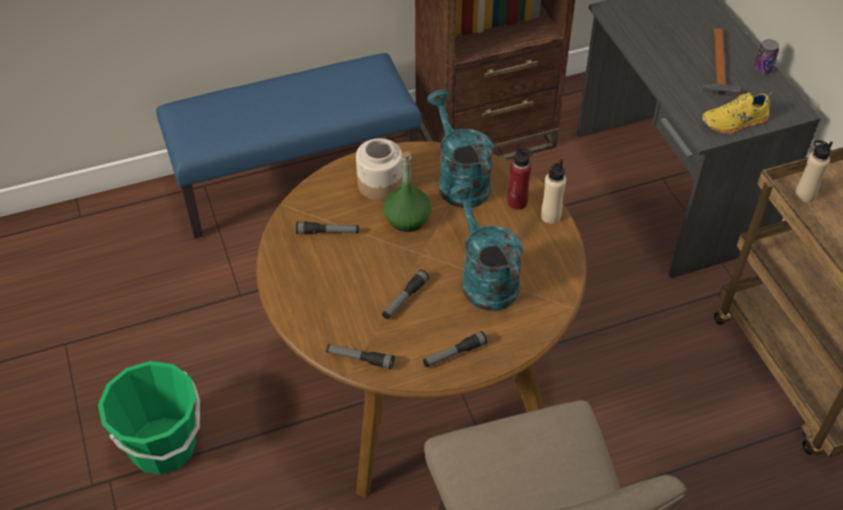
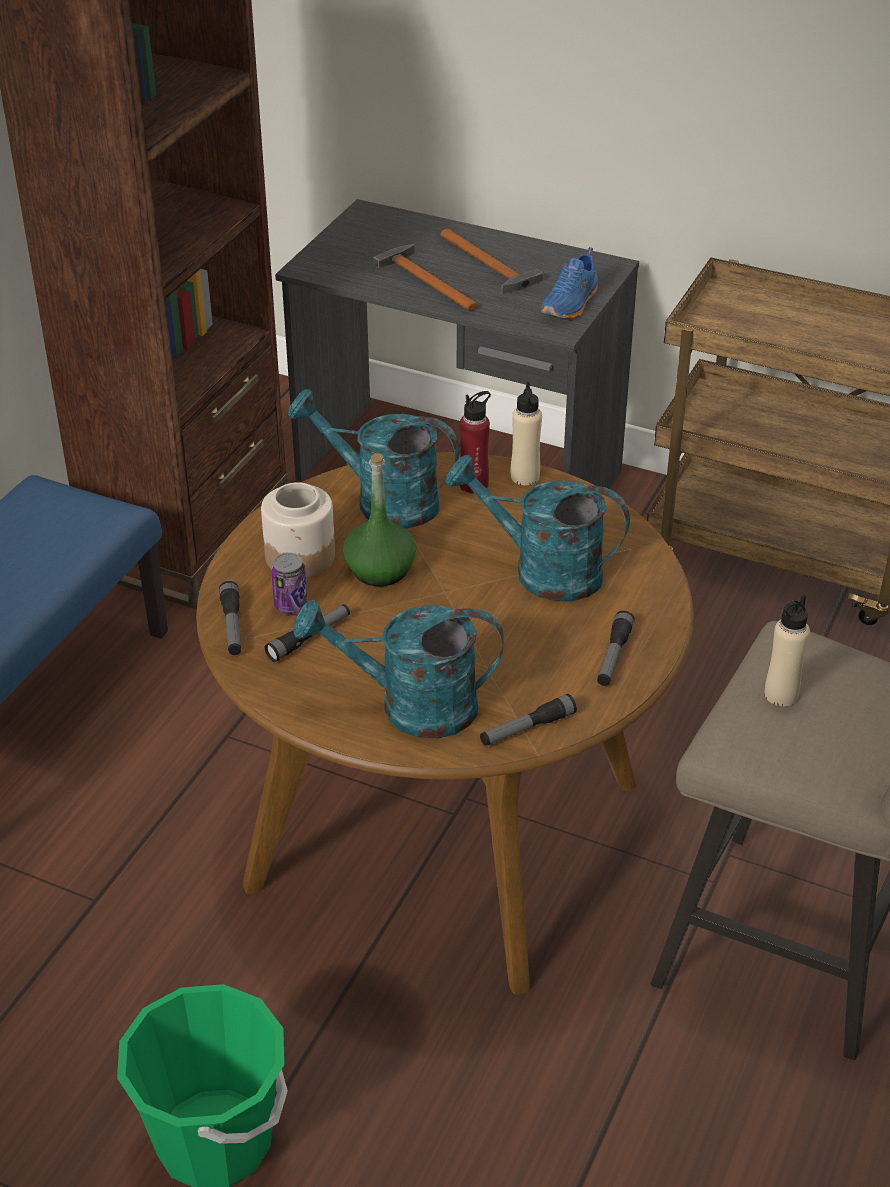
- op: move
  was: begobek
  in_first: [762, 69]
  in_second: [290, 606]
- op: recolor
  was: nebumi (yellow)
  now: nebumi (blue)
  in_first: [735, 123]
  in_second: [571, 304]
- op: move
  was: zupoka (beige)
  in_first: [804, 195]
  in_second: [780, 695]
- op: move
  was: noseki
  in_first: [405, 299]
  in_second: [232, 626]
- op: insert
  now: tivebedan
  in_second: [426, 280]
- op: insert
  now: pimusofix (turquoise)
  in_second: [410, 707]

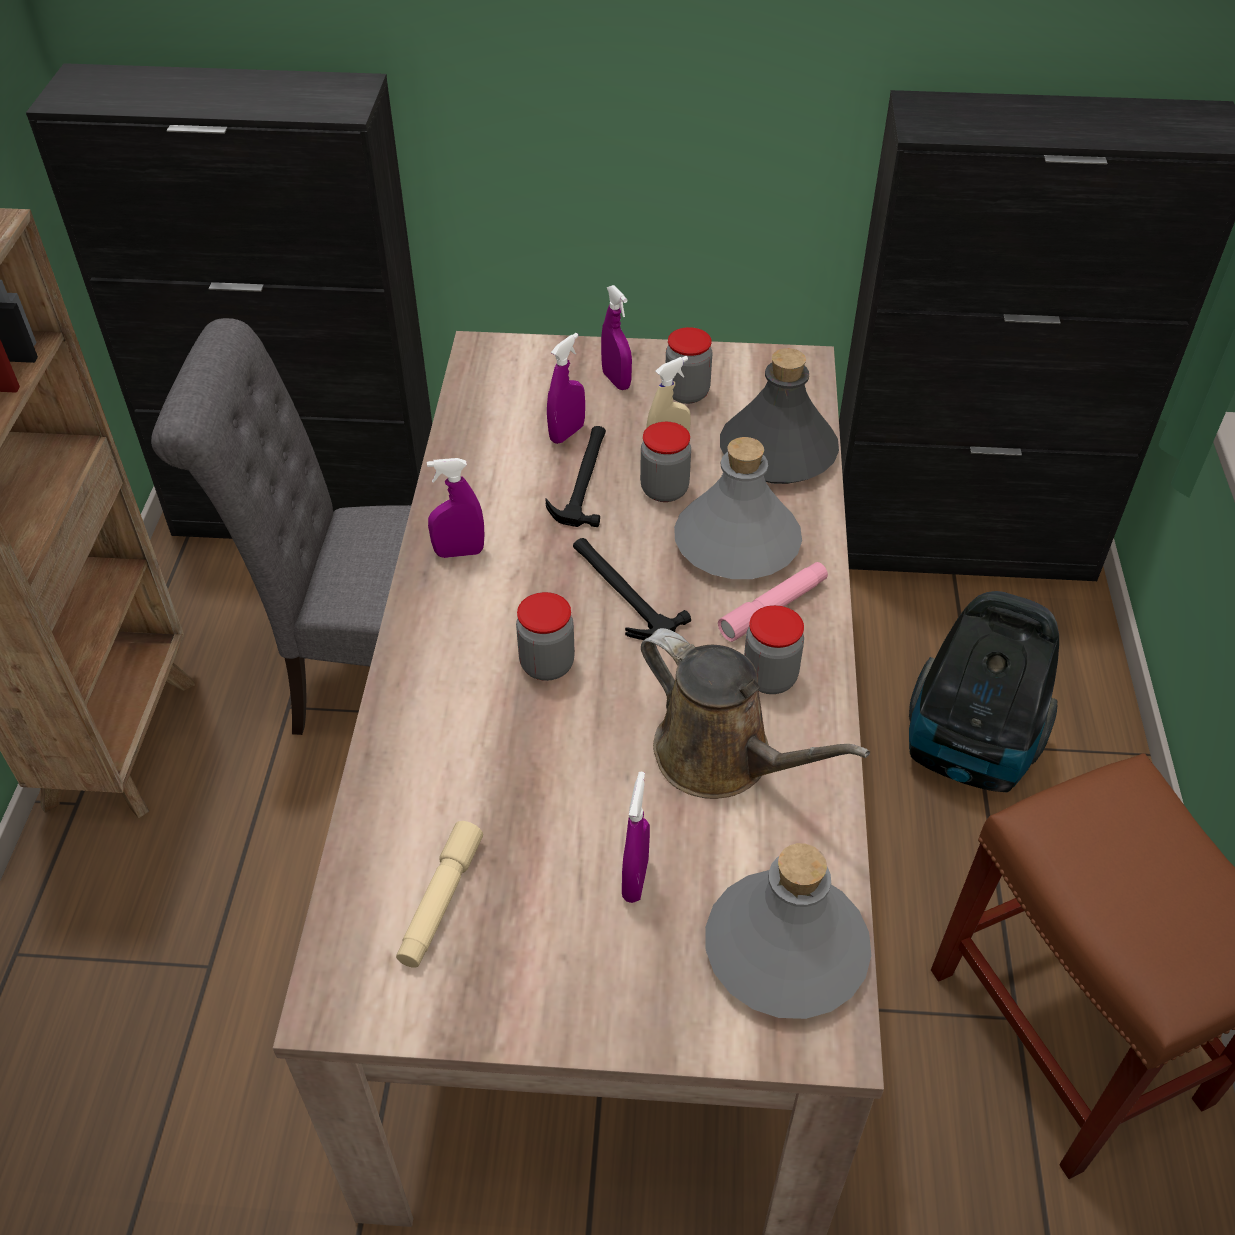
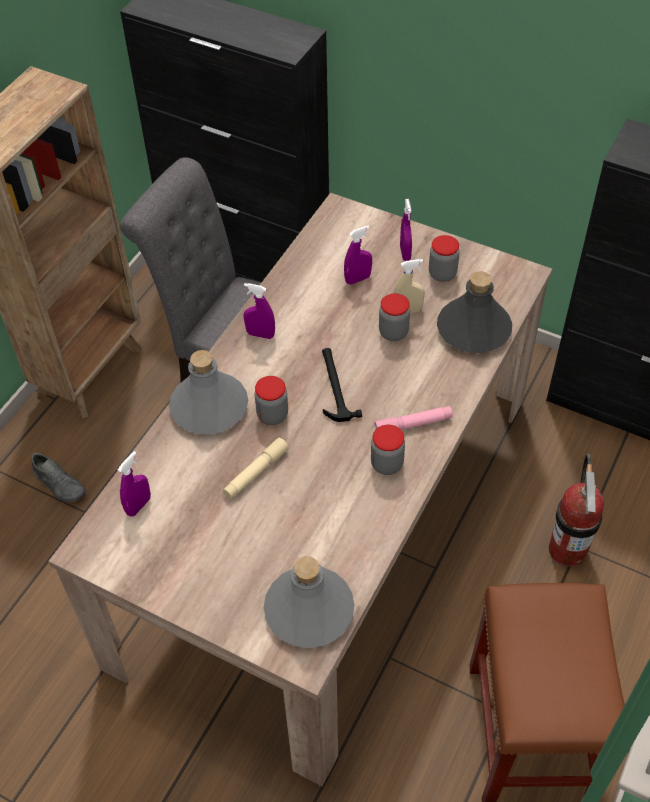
- op: delete
  was: tivebedan
  in_first: [584, 478]
- op: move
  was: zupoka (grey)
  in_first: [737, 544]
  in_second: [209, 408]
- op: replace
  was: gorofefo
  now: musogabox
  in_first: [968, 753]
  in_second: [568, 549]
- op: delete
  was: pimusofix (brown)
  in_first: [722, 758]
- op: move
  was: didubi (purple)
  in_first: [635, 879]
  in_second: [138, 505]
- op: move
  was: noseki (beige)
  in_first: [441, 901]
  in_second: [256, 472]
- op: insert
  now: nebumi (grey)
  in_second: [60, 484]

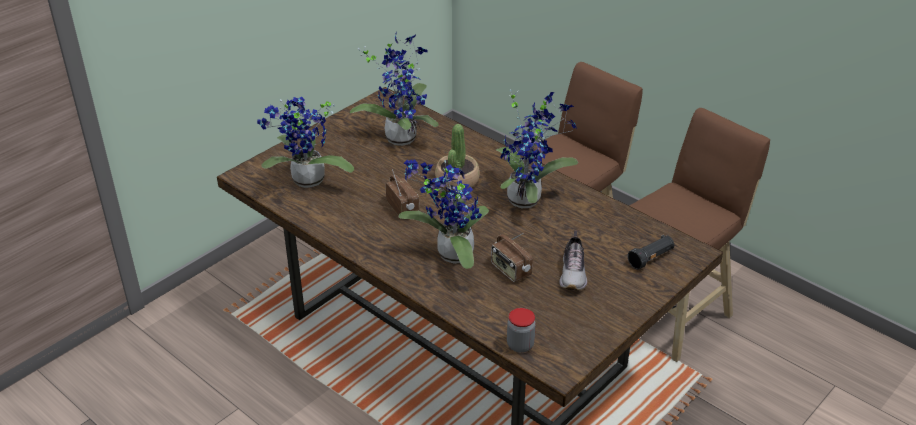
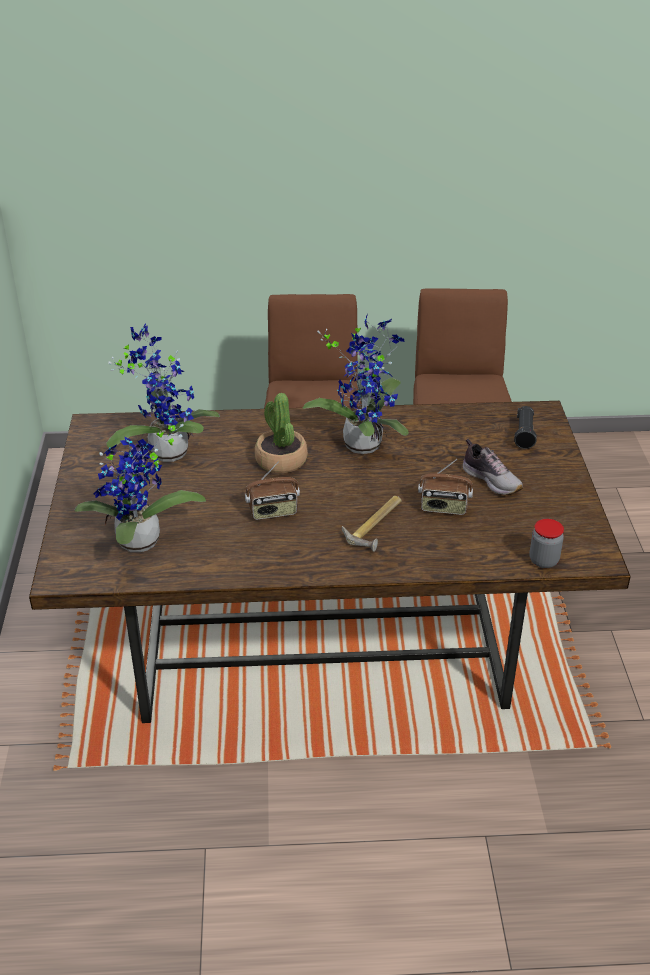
- op: replace
  was: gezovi
  now: tivebedan
  in_first: [450, 255]
  in_second: [377, 526]
- op: rotate
  was: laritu
  in_first: [403, 208]
  in_second: [273, 512]
  clockwise: 150

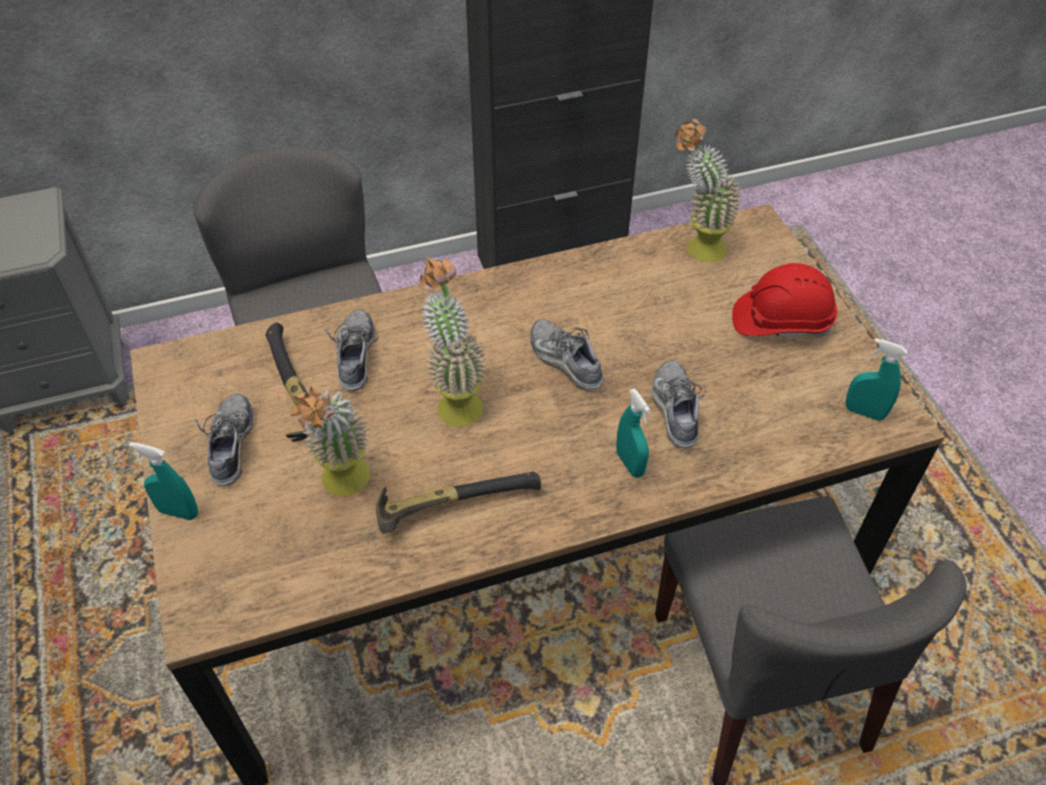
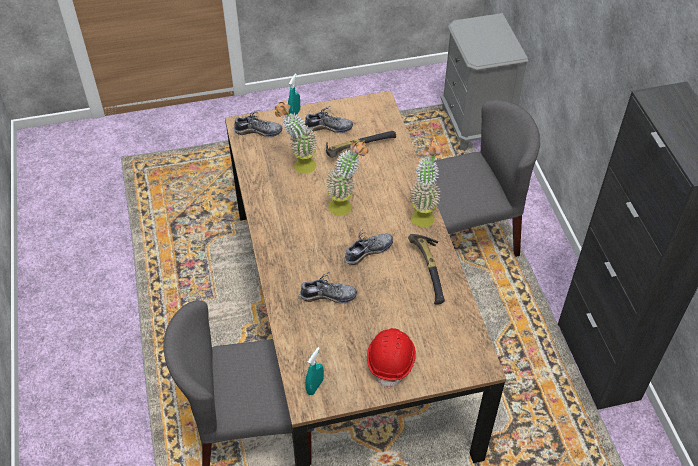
- op: move
  was: gezovi
  in_first: [696, 248]
  in_second: [423, 214]
- op: move
  was: nebumi
  in_first: [355, 356]
  in_second: [258, 131]
- op: delete
  was: didubi (turquoise)
  in_first: [630, 463]
- op: move
  was: tivebedan
  in_first: [451, 503]
  in_second: [431, 271]

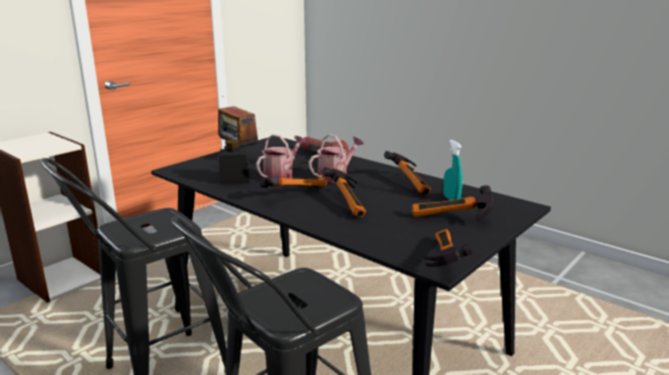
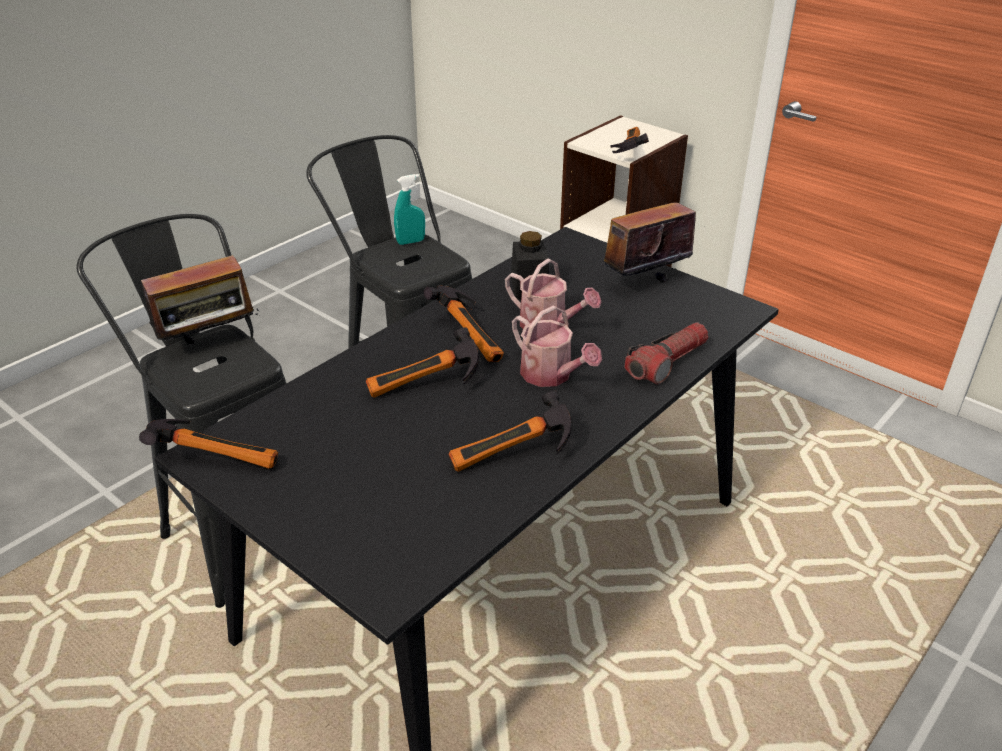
- op: move
  was: didubi (turquoise)
  in_first: [451, 199]
  in_second: [410, 242]
- op: move
  was: tivebedan
  in_first: [451, 220]
  in_second: [626, 151]
- op: insert
  now: laritu
  in_second: [209, 343]

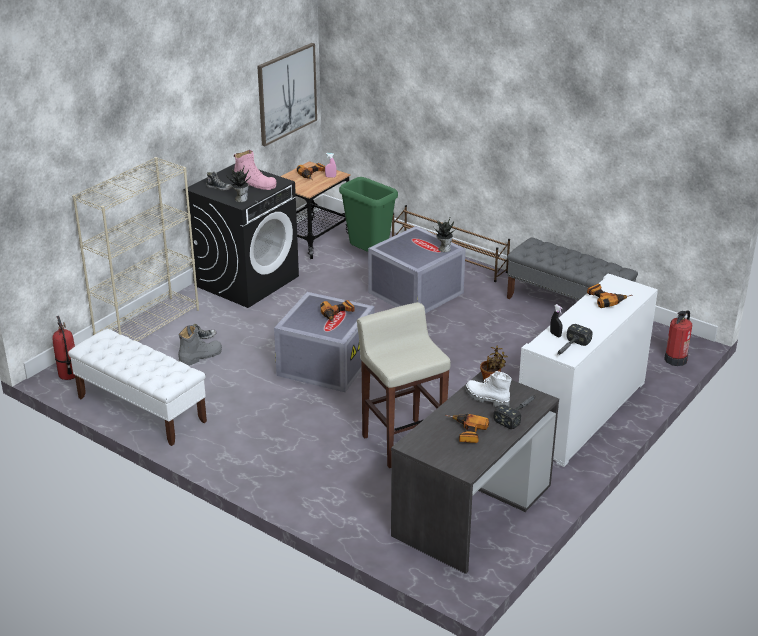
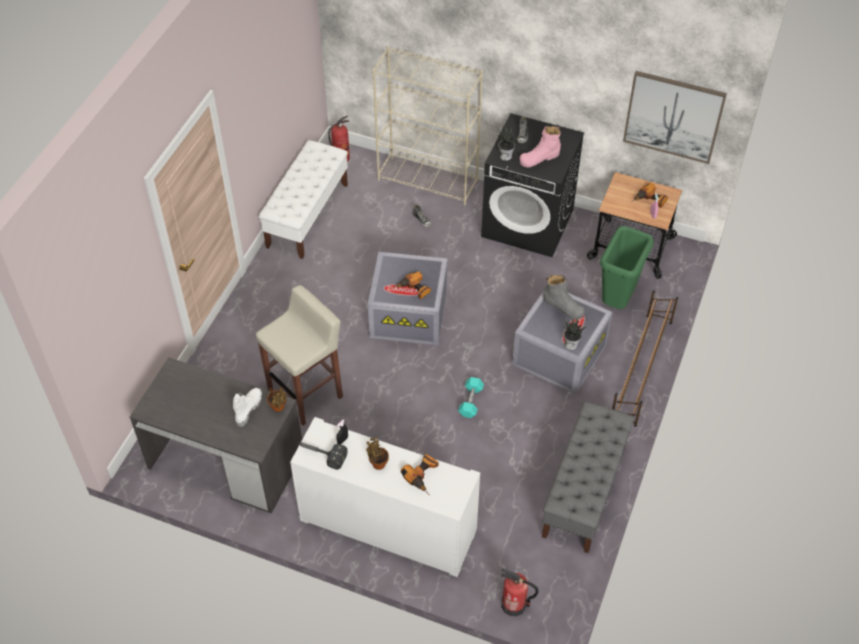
- op: rotate
  was: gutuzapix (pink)
  in_first: [255, 185]
  in_second: [539, 158]
  clockwise: 60
- op: move
  was: gutuzapix (grey)
  in_first: [200, 357]
  in_second: [563, 306]
- op: delete
  was: tivebedan
  in_first: [518, 413]
- op: delete
  was: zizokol
  in_first: [466, 432]
- op: insert
  now: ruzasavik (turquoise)
  in_second: [470, 401]
- op: insert
  now: gezovi
  in_second: [378, 463]

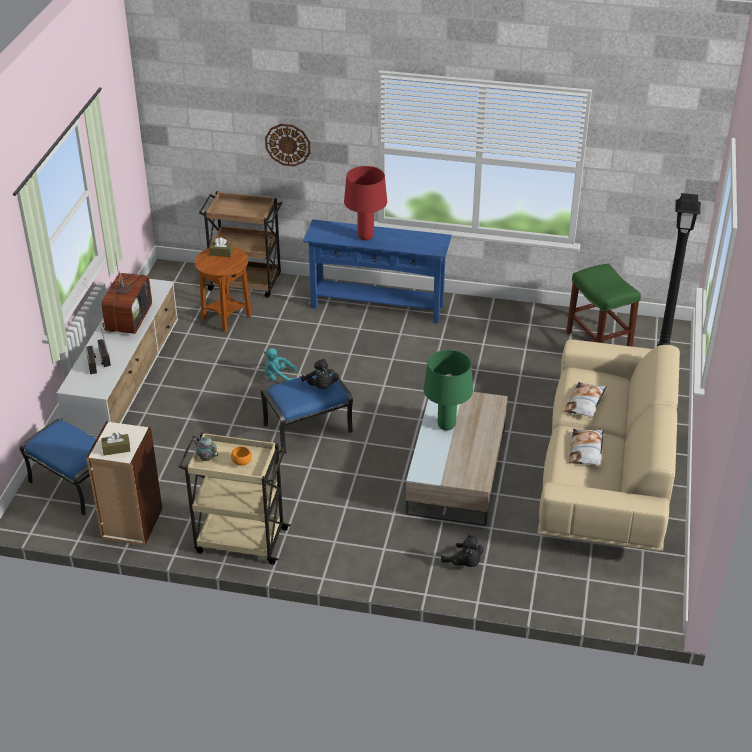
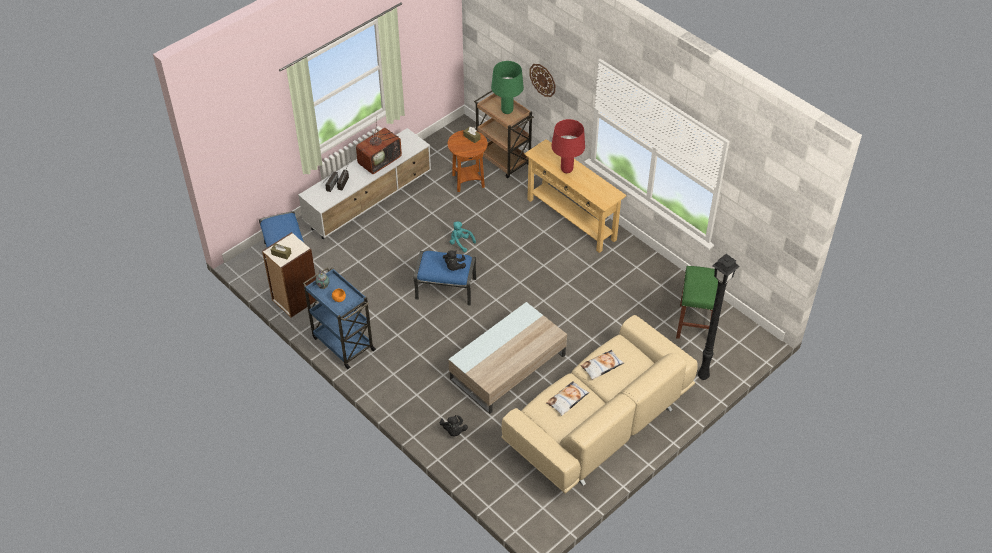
- op: recolor
  was: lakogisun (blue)
  now: lakogisun (beige)
  in_first: [377, 306]
  in_second: [571, 219]
- op: move
  was: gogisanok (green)
  in_first: [446, 426]
  in_second: [507, 111]
- op: recolor
  was: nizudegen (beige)
  now: nizudegen (blue)
  in_first: [239, 540]
  in_second: [342, 343]

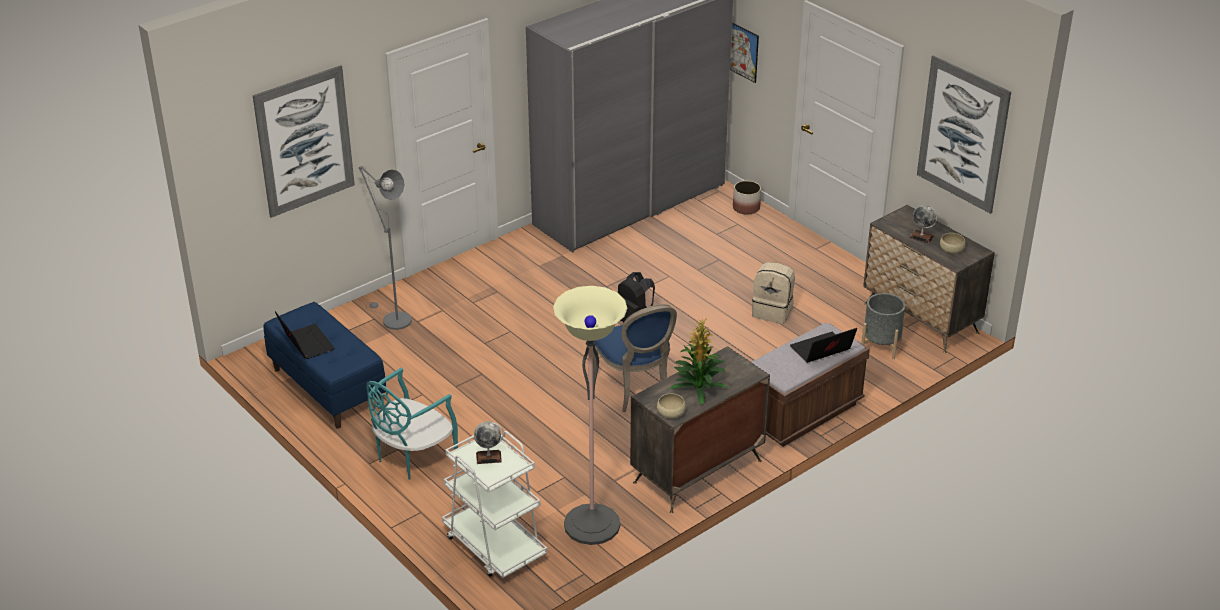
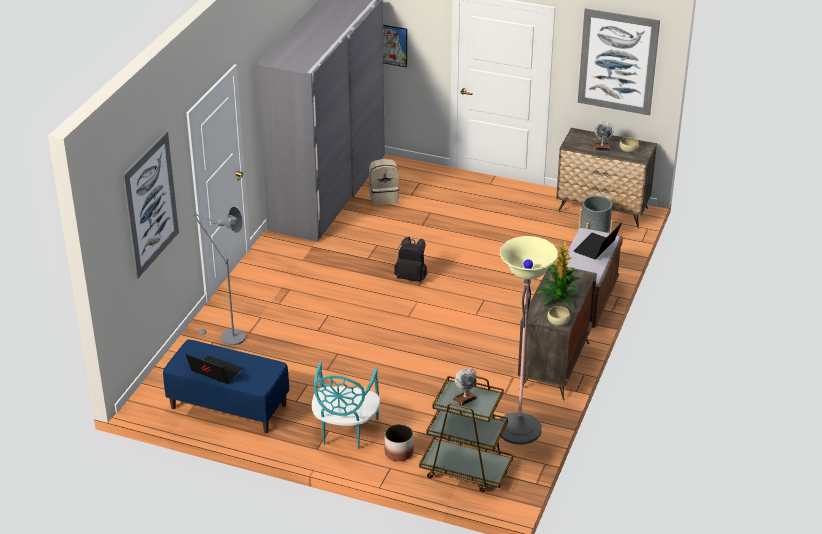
- op: move
  was: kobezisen
  in_first: [746, 208]
  in_second: [398, 452]
- op: move
  was: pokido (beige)
  in_first: [773, 311]
  in_second: [384, 197]
- op: delete
  was: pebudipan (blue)
  in_first: [636, 389]
- op: recolor
  was: nizudegen (white)
  now: nizudegen (brown)
  in_first: [494, 545]
  in_second: [465, 470]

